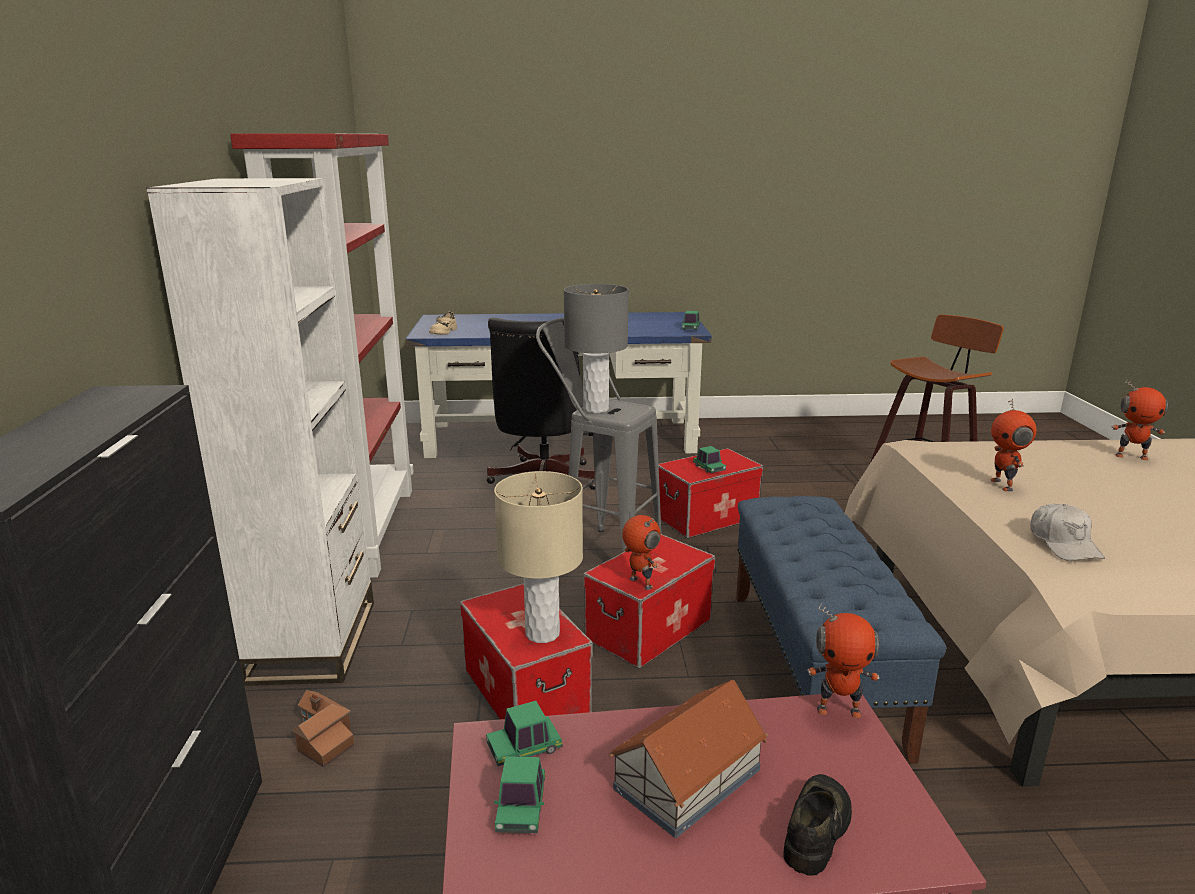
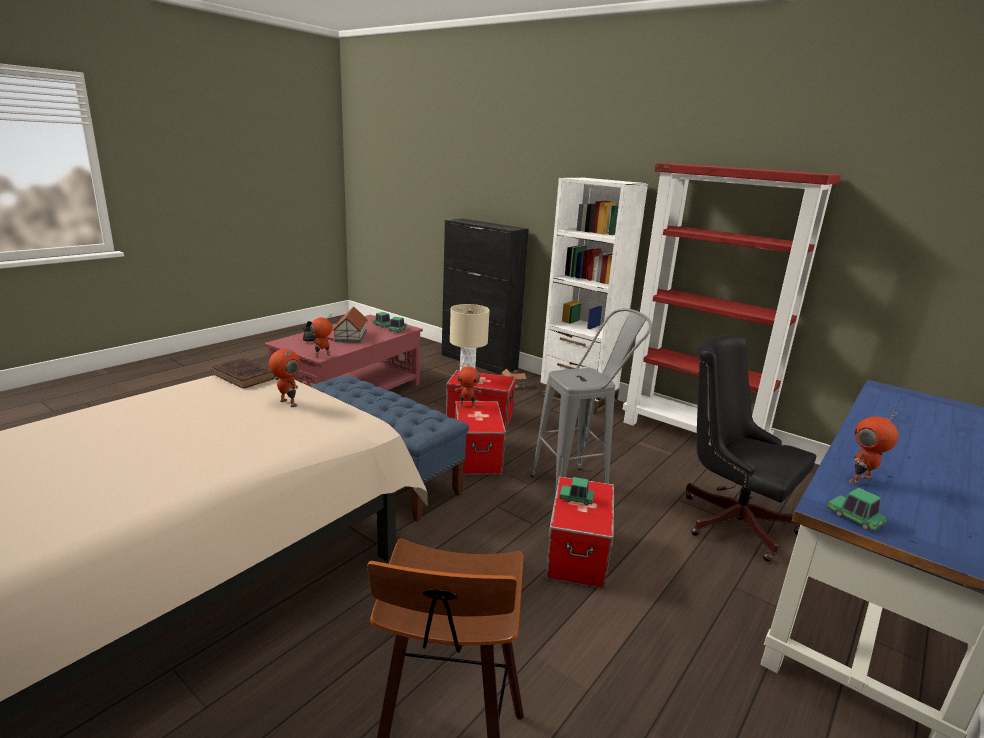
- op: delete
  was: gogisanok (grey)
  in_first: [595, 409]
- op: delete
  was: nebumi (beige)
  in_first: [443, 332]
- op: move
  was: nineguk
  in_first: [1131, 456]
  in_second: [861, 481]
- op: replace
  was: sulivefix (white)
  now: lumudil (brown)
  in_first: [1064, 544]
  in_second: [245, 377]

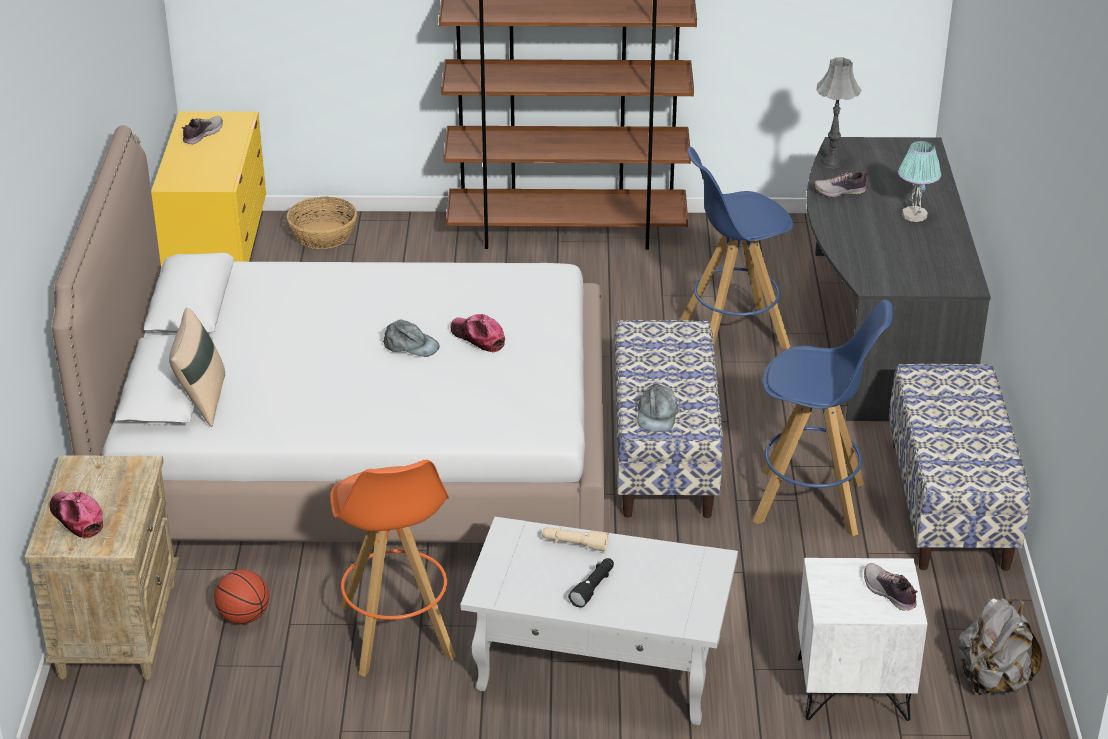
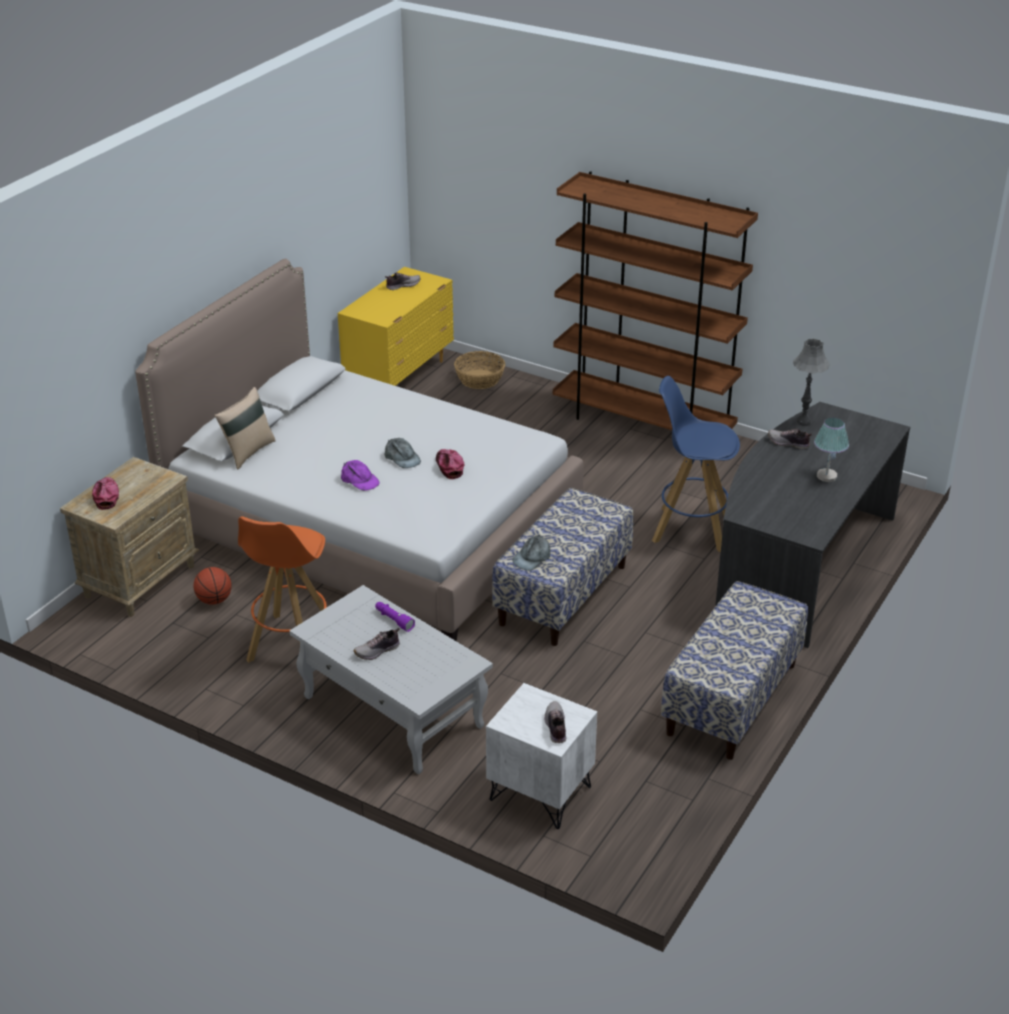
- op: delete
  was: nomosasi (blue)
  in_first: [811, 503]
- op: recolor
  was: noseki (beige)
  now: noseki (purple)
  in_first: [574, 544]
  in_second: [394, 620]
- op: replace
  was: noseki (black)
  now: nebumi
  in_first: [593, 587]
  in_second: [378, 651]
- op: delete
  was: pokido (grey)
  in_first: [993, 681]
- op: insert
  now: sulivefix (purple)
  in_second: [359, 480]

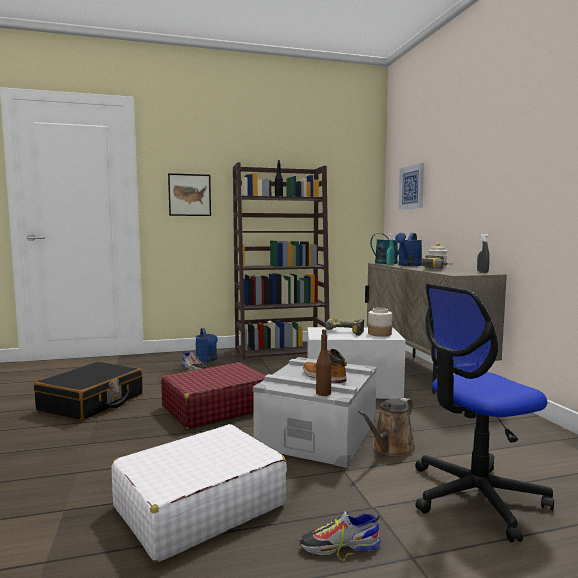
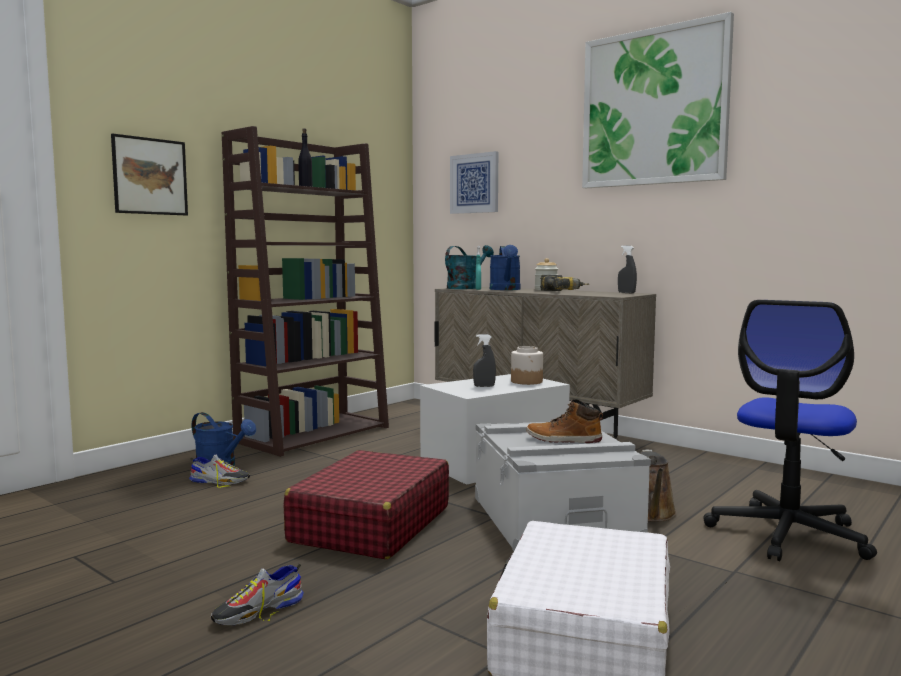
- op: replace
  was: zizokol
  now: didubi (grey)
  in_first: [342, 333]
  in_second: [484, 386]
- op: delete
  was: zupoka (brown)
  in_first: [323, 393]
- op: delete
  was: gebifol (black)
  in_first: [92, 403]
- op: move
  was: nebumi
  in_first: [339, 546]
  in_second: [258, 611]
- op: insert
  now: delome
  in_second: [654, 108]

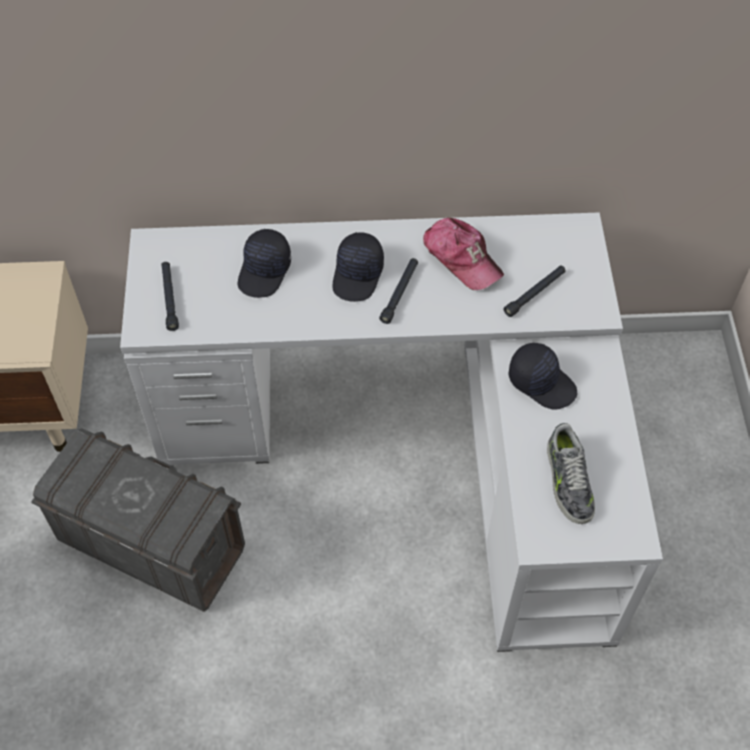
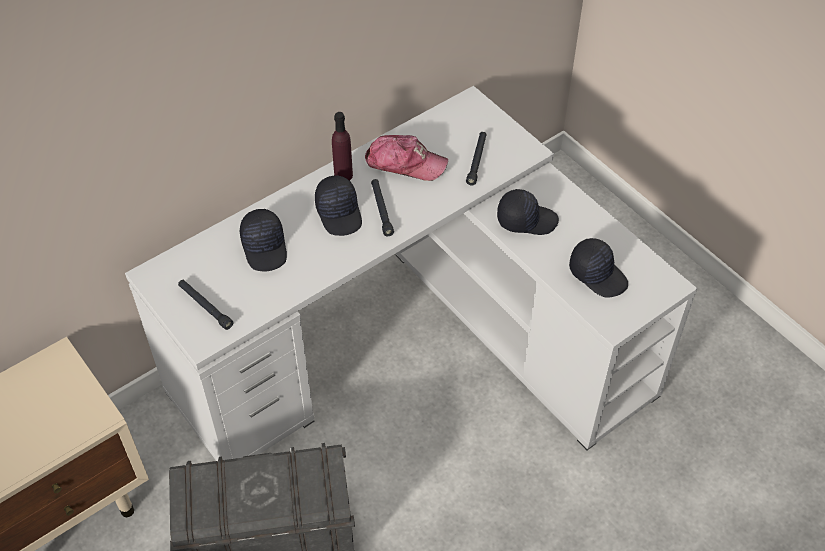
- op: replace
  was: nebumi
  now: sulivefix (black)
  in_first: [567, 481]
  in_second: [598, 274]
- op: insert
  now: zupoka (purple)
  in_second: [343, 175]

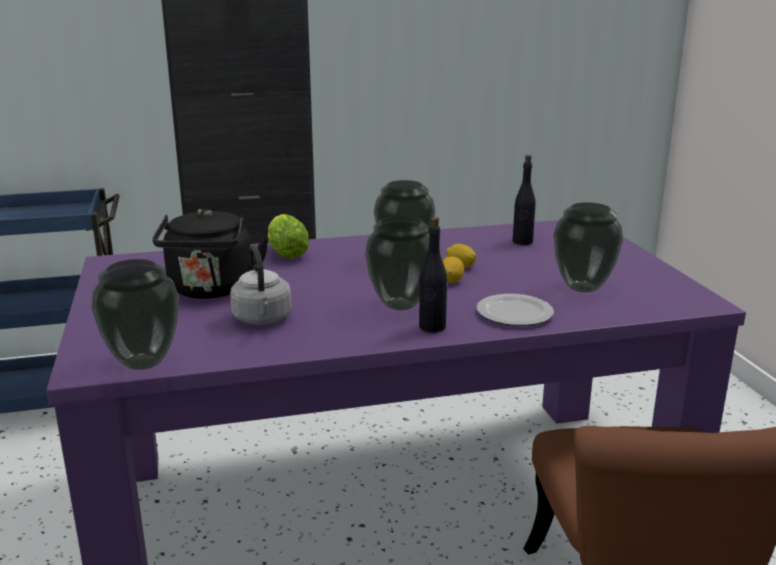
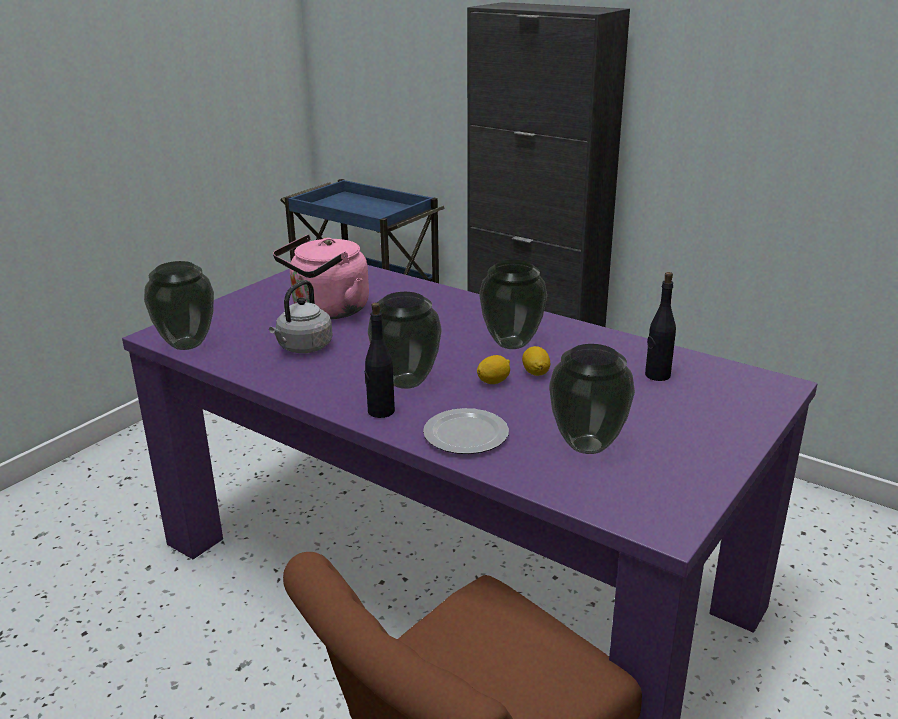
- op: recolor
  was: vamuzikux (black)
  now: vamuzikux (pink)
  in_first: [211, 290]
  in_second: [327, 311]
- op: delete
  was: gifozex
  in_first: [286, 253]

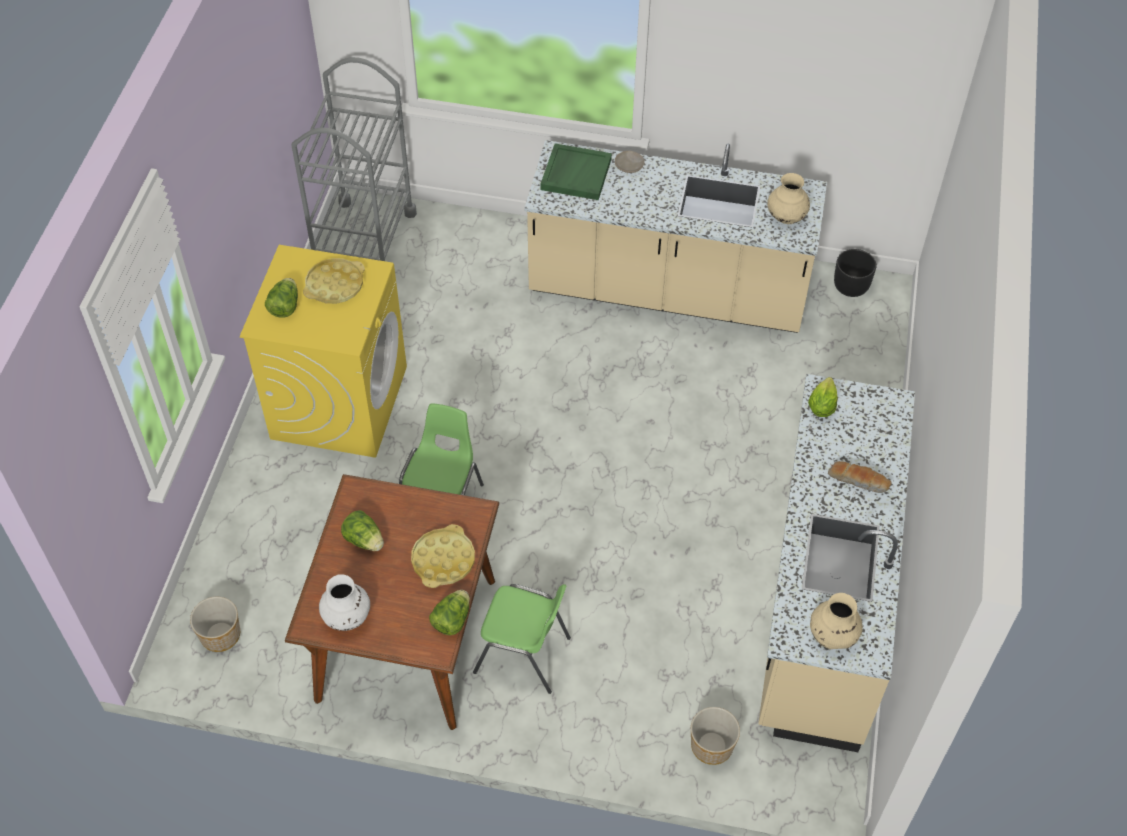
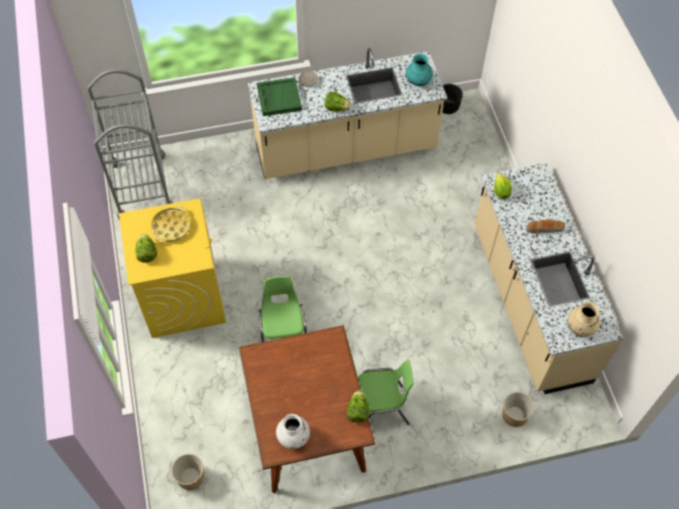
- op: recolor
  was: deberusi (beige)
  now: deberusi (turquoise)
  in_first: [786, 217]
  in_second: [418, 82]
- op: move
  was: gifozex
  in_first: [364, 540]
  in_second: [336, 108]
- op: delete
  was: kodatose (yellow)
  in_first: [443, 560]

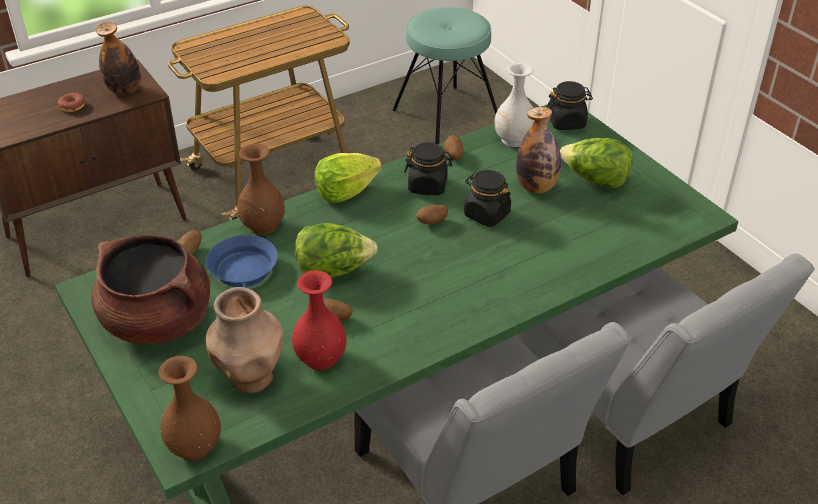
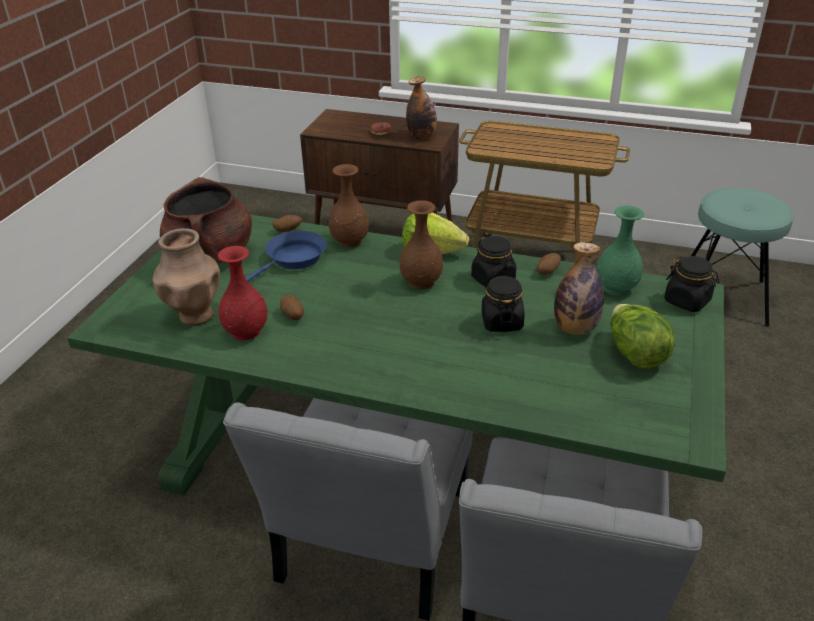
- op: recolor
  was: deberusi (white)
  now: deberusi (green)
  in_first: [514, 139]
  in_second: [616, 288]
- op: delete
  was: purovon
  in_first: [432, 222]
- op: delete
  was: gifozex
  in_first: [333, 270]
- op: move
  was: deberusi (brown)
  in_first: [195, 446]
  in_second: [422, 282]

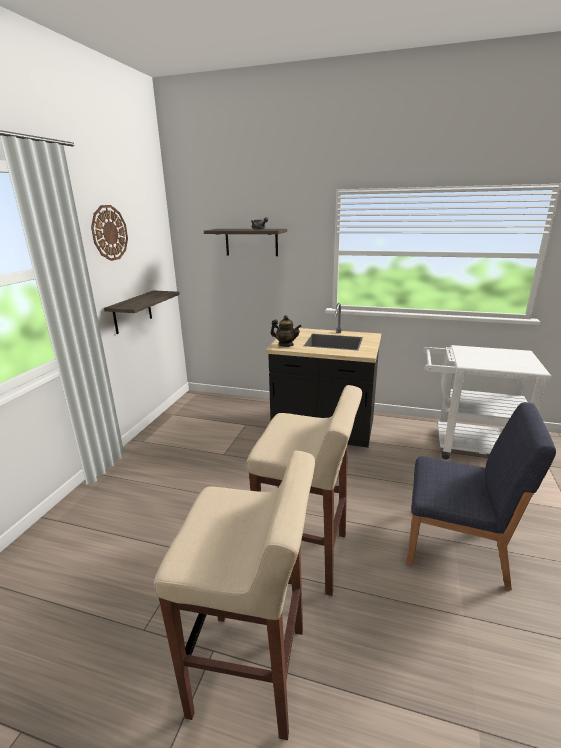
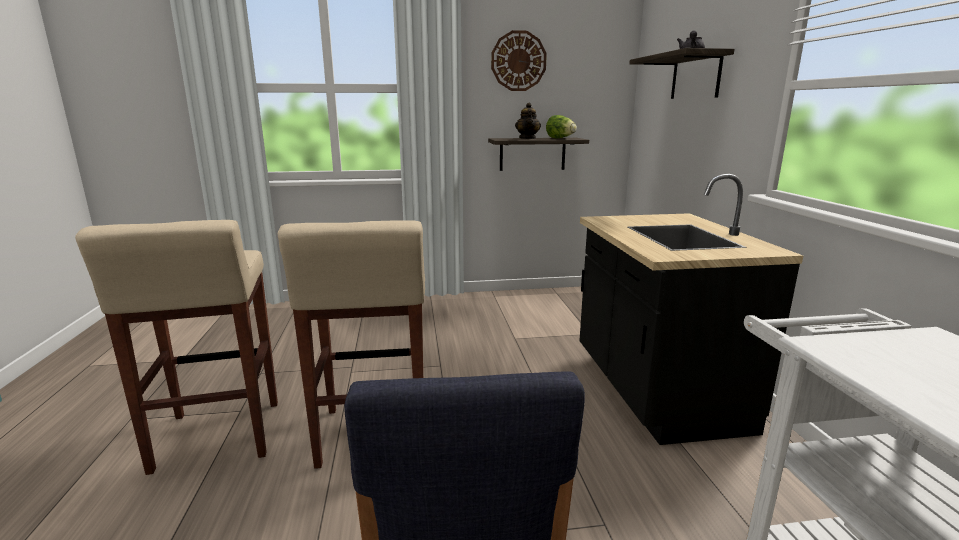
- op: move
  was: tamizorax
  in_first: [286, 345]
  in_second: [527, 138]
- op: insert
  now: gifozex
  in_second: [560, 138]

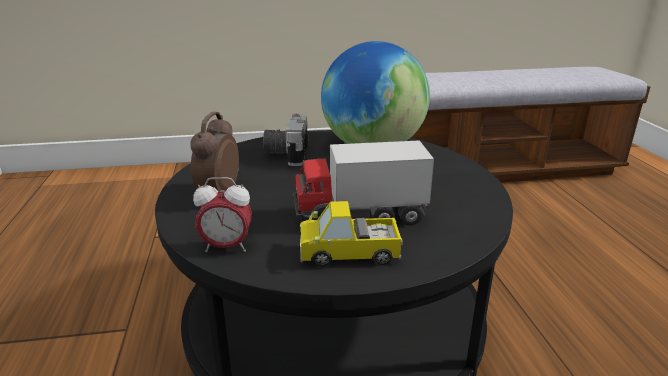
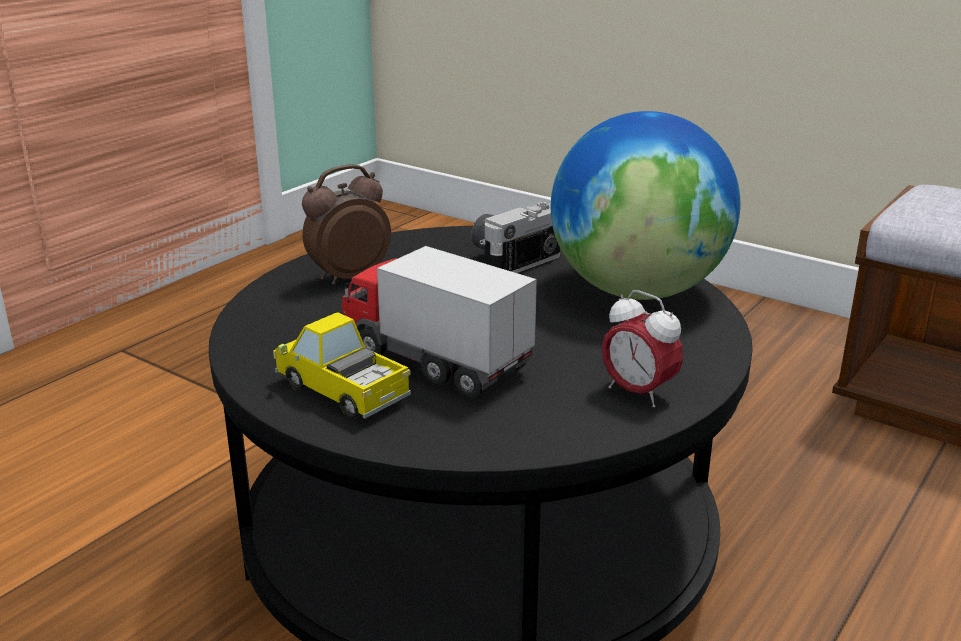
- op: move
  was: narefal
  in_first: [226, 247]
  in_second: [638, 393]

